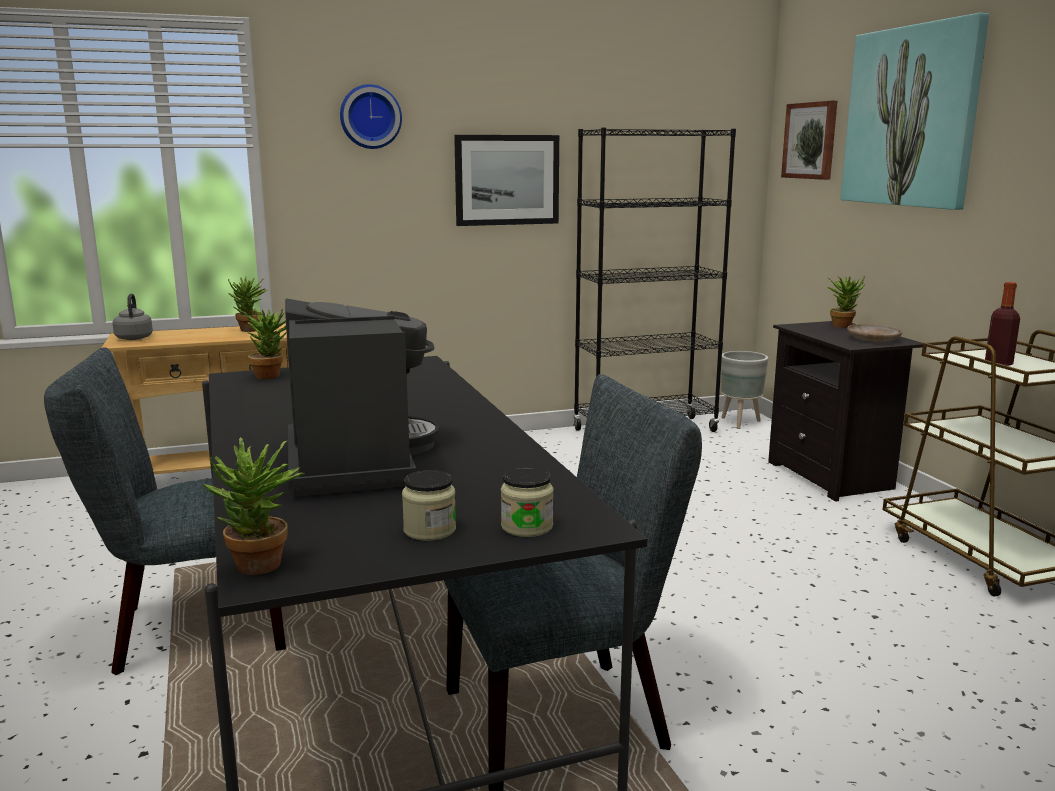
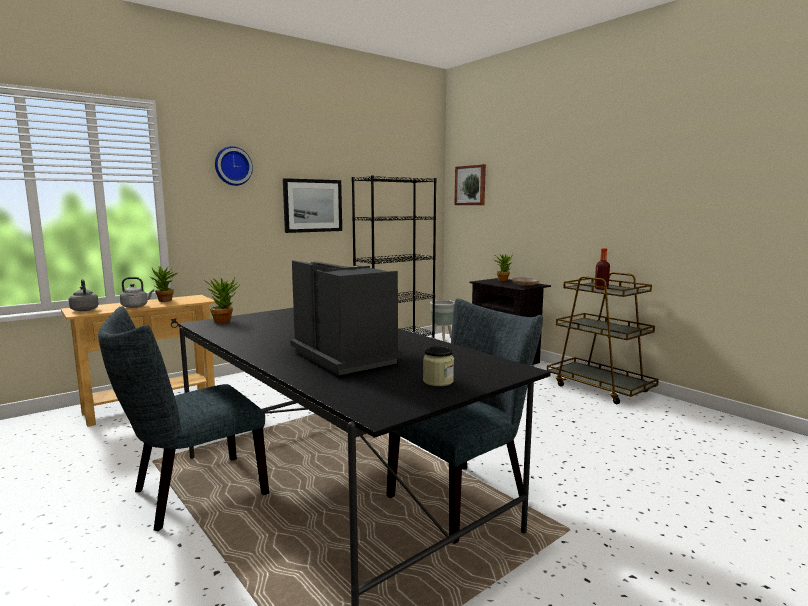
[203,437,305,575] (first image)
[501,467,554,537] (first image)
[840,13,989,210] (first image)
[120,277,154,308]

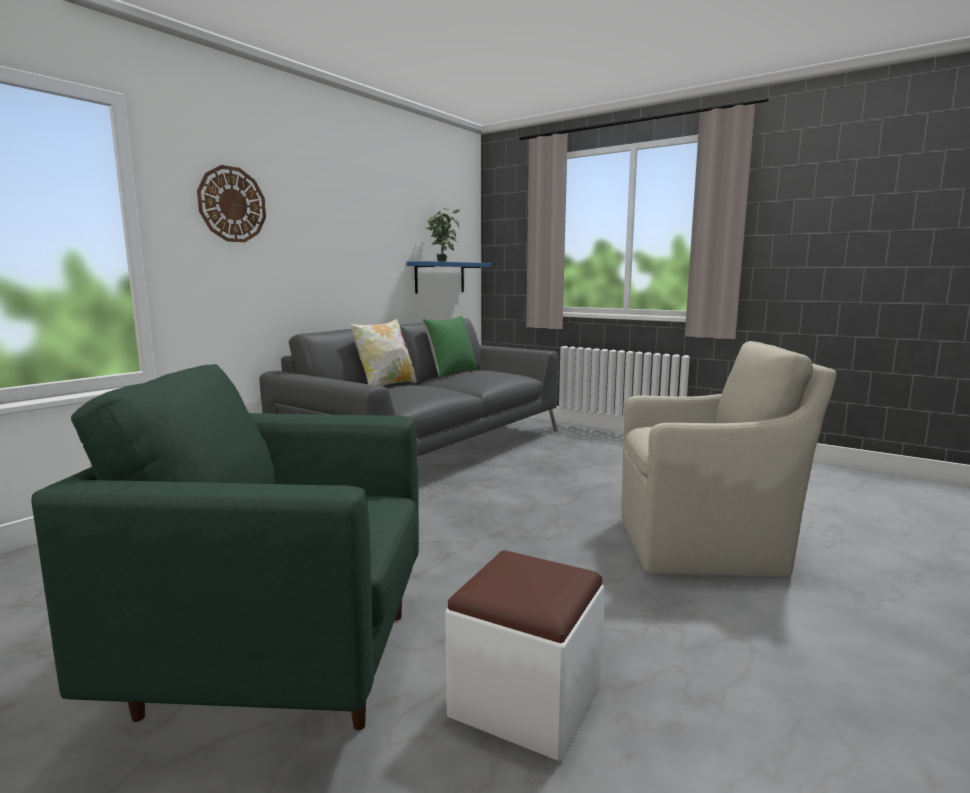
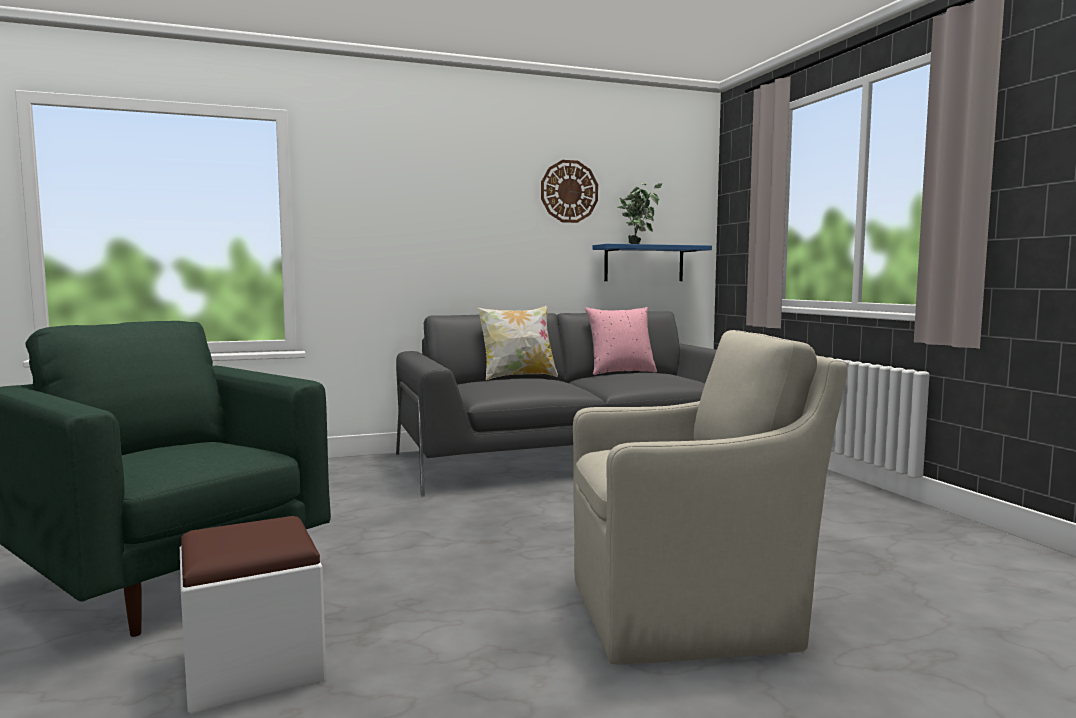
[541,160,598,223]
[585,307,657,375]
[573,330,847,665]

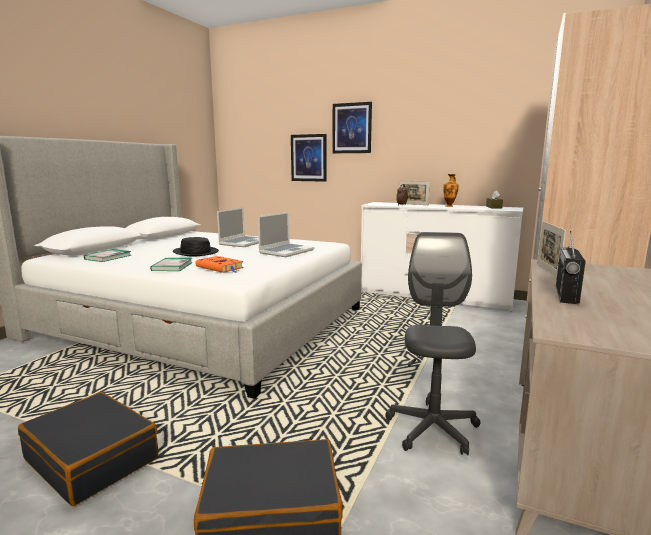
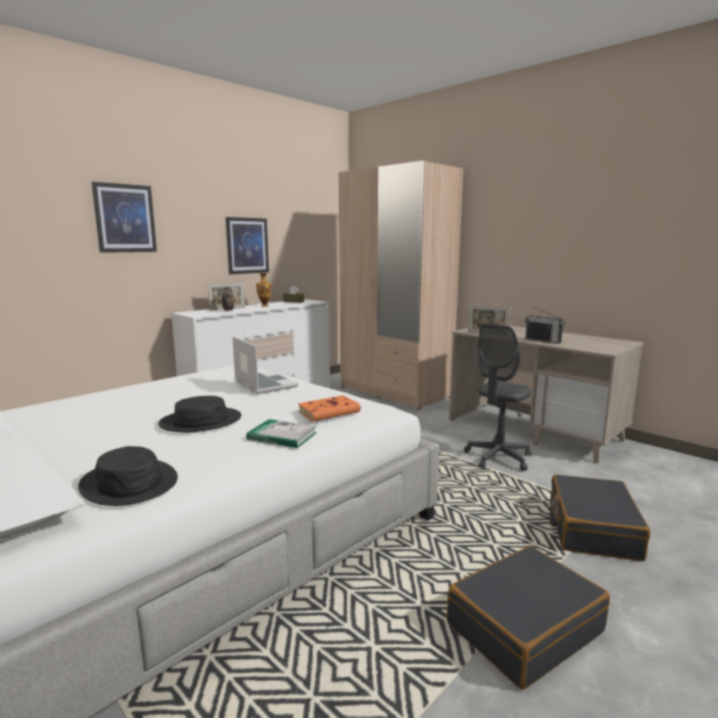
[217,207,259,247] (first image)
[226,217,269,274]
[78,446,178,506]
[464,323,532,471]

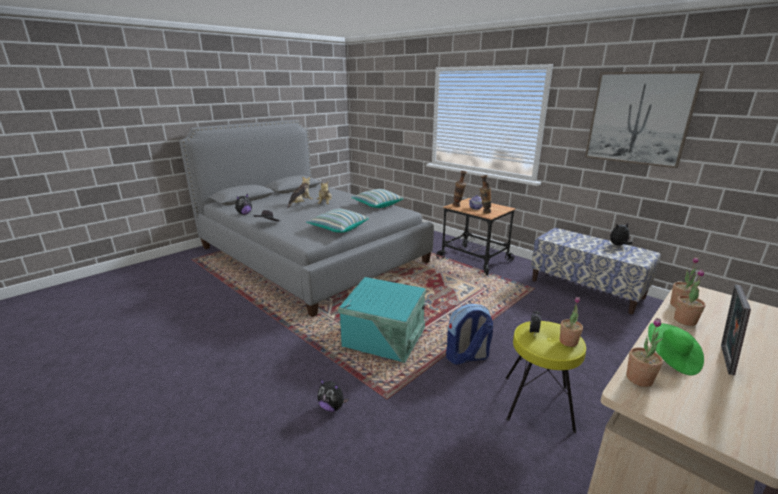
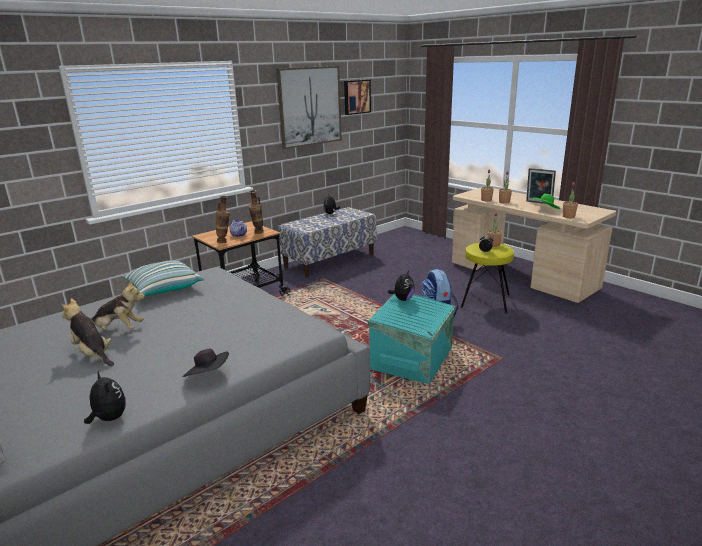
[307,209,369,233] (first image)
[344,80,371,115]
[388,270,415,301]

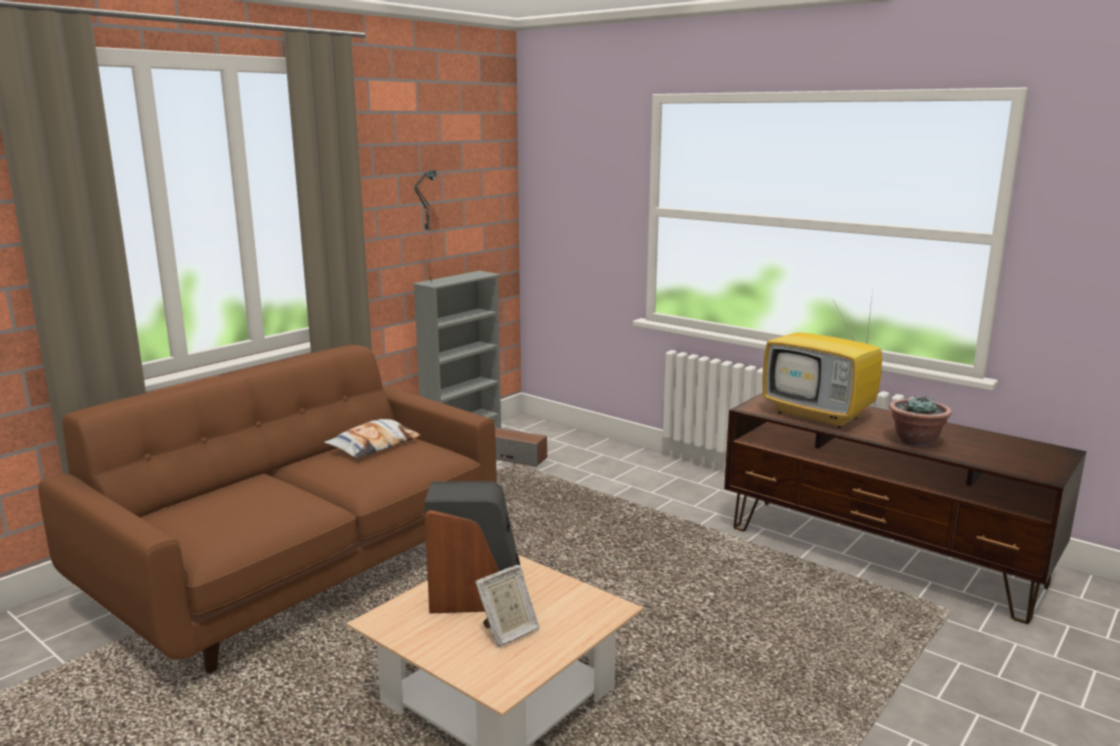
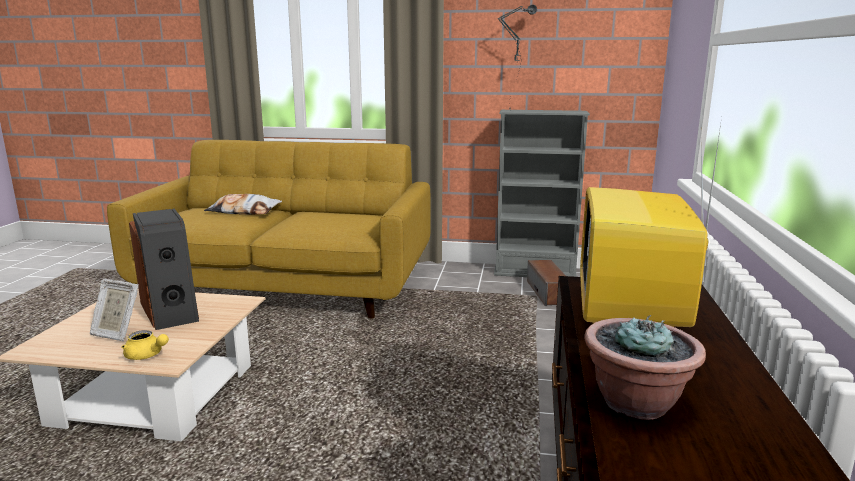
[121,330,169,360]
[204,194,282,215]
[107,140,431,319]

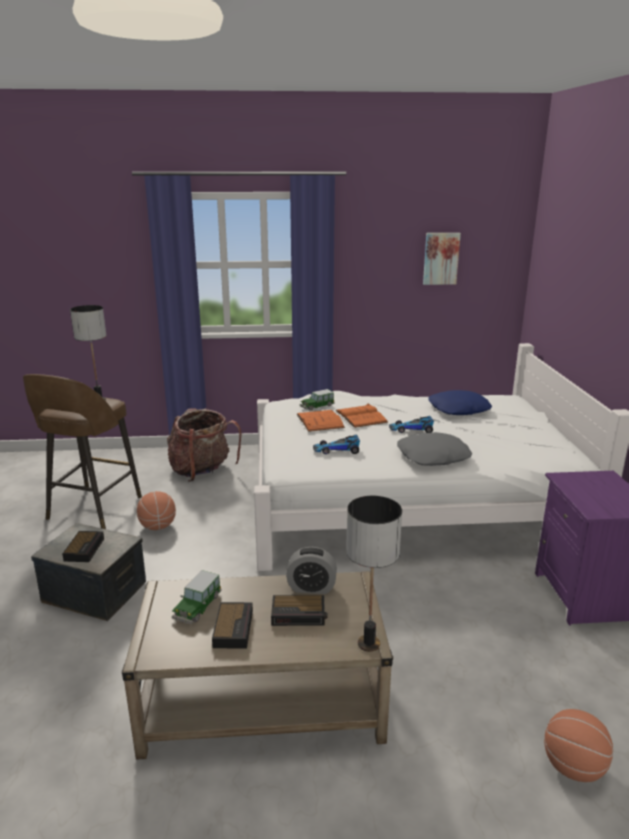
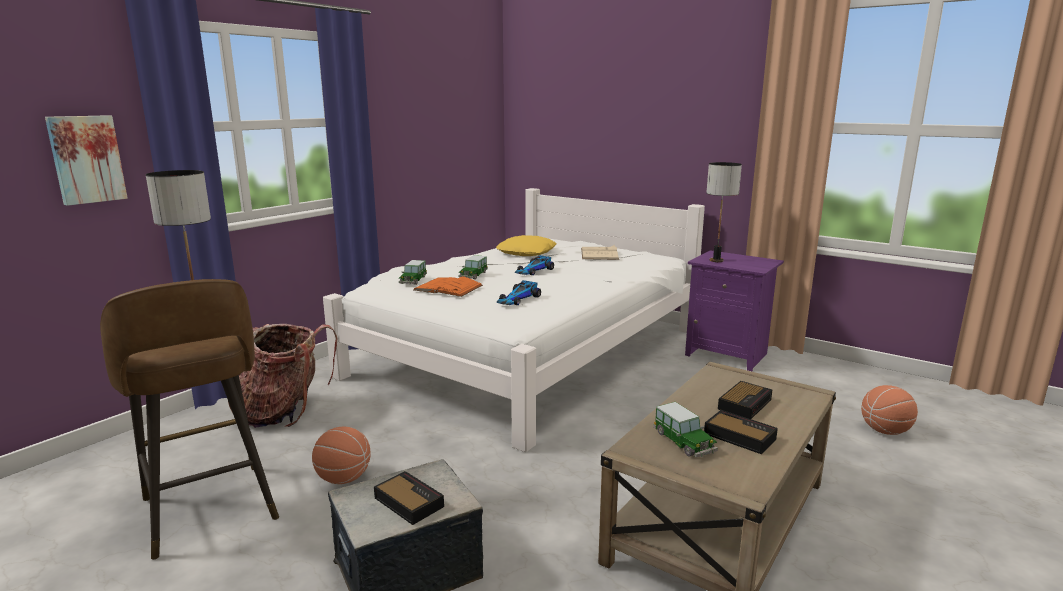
[286,547,337,594] (first image)
[397,432,472,466] (first image)
[581,245,619,260]
[706,162,742,262]
[45,115,128,206]
[458,255,488,279]
[496,235,556,256]

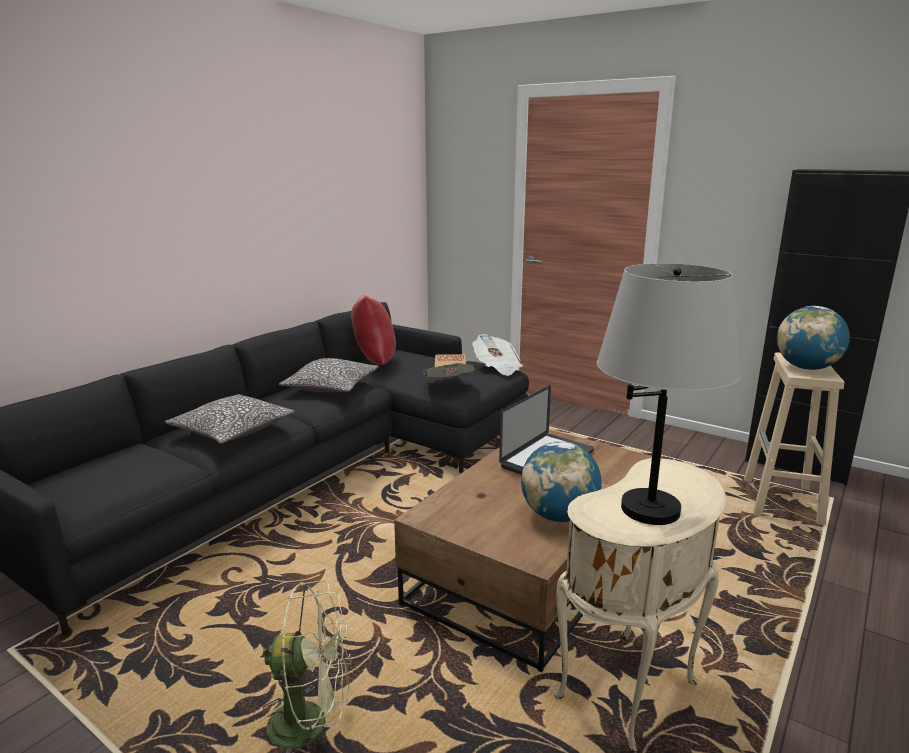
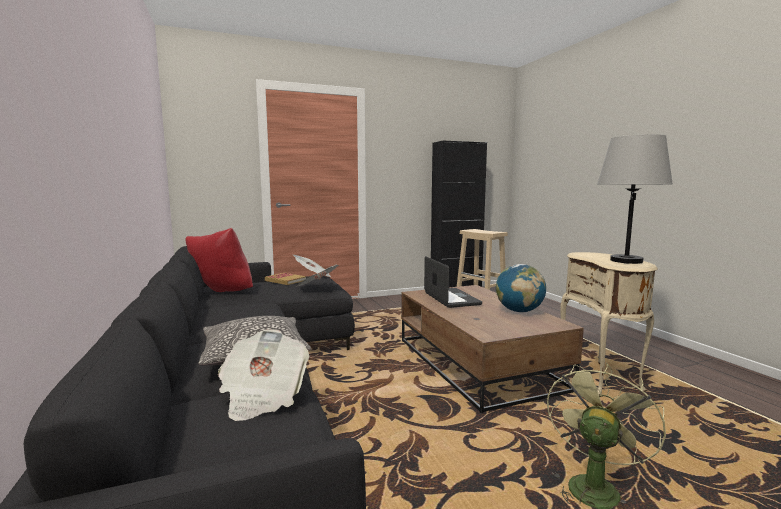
[279,358,379,393] (first image)
[777,306,850,370] (first image)
[218,329,310,421]

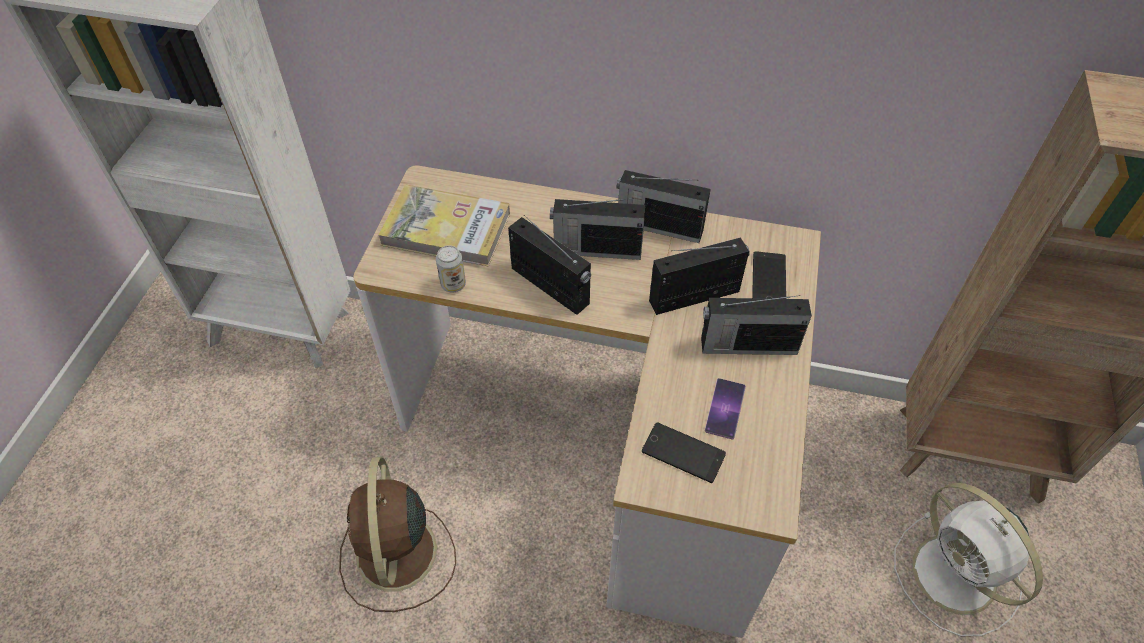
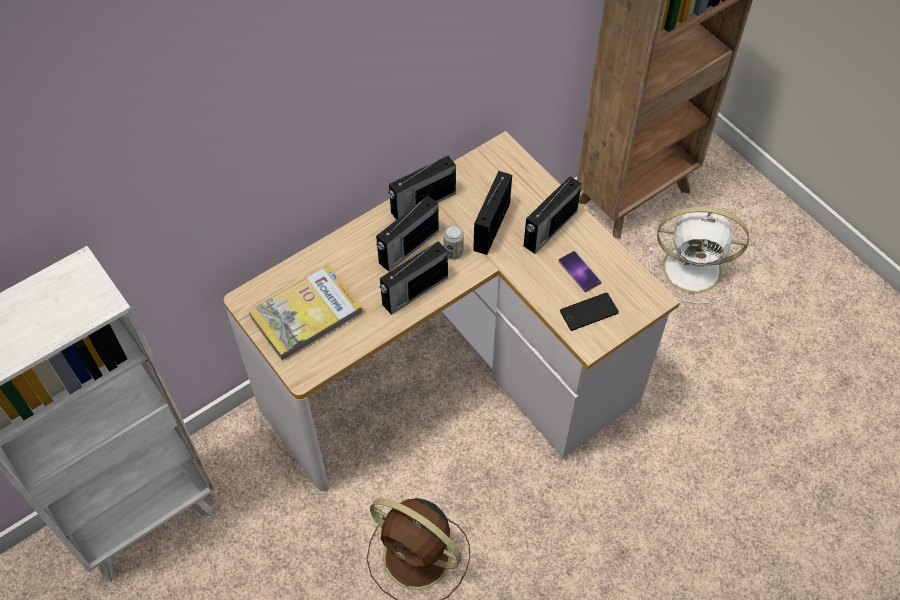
[752,251,786,299] (first image)
[444,225,464,260]
[379,241,448,315]

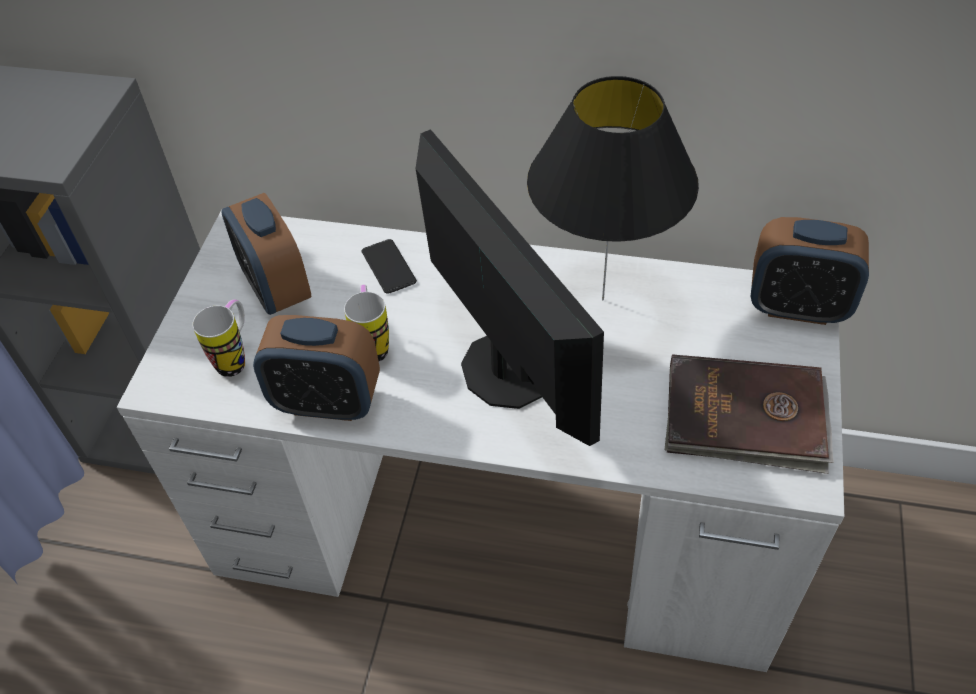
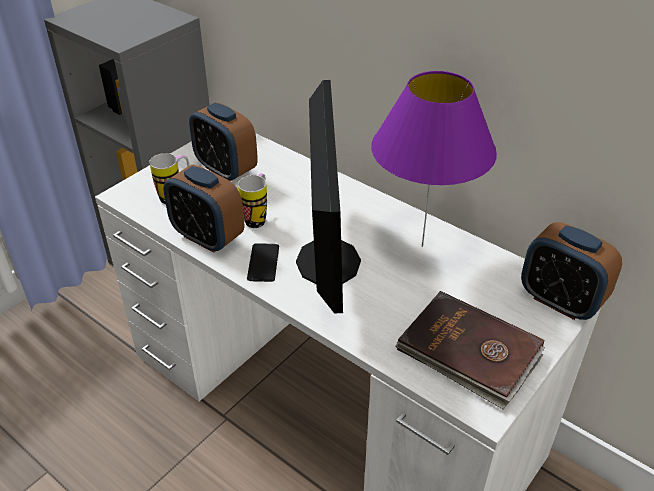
[247,243,279,282]
[371,71,497,247]
[189,102,258,181]

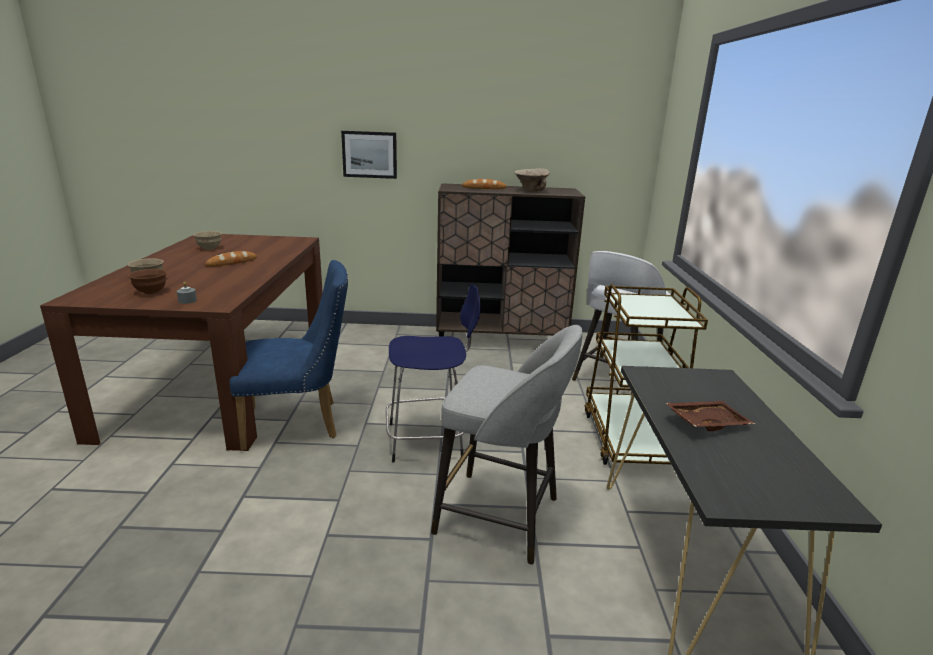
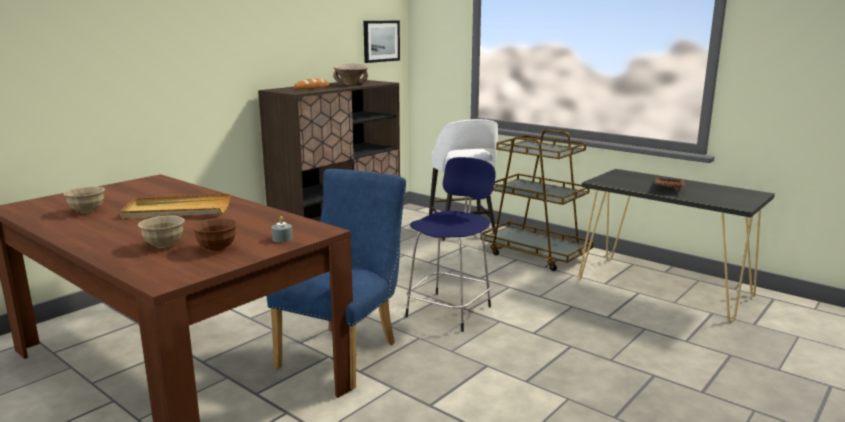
[431,325,582,565] (first image)
[363,20,400,63]
[120,194,230,219]

